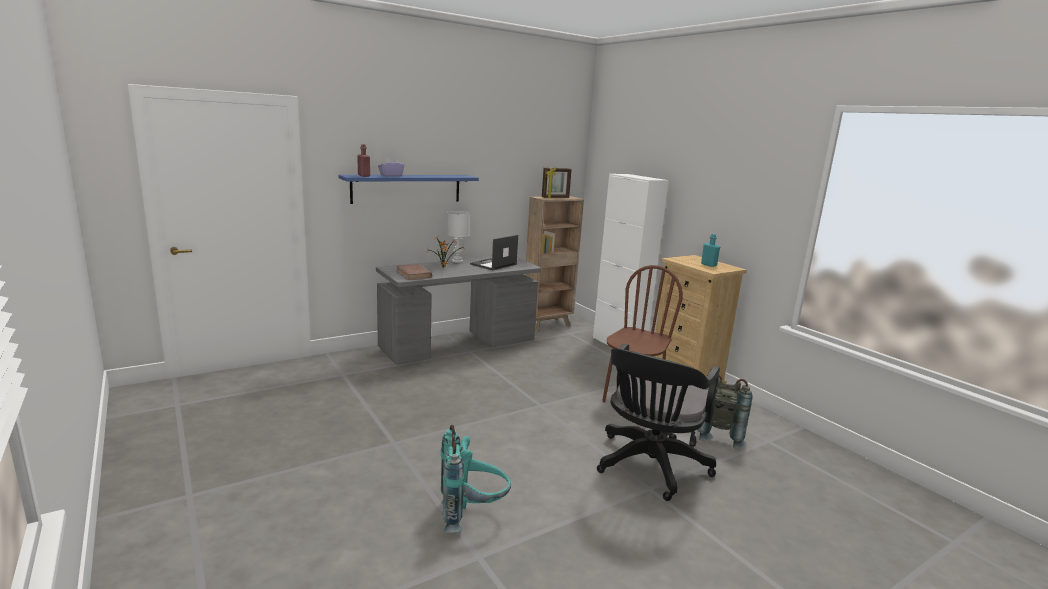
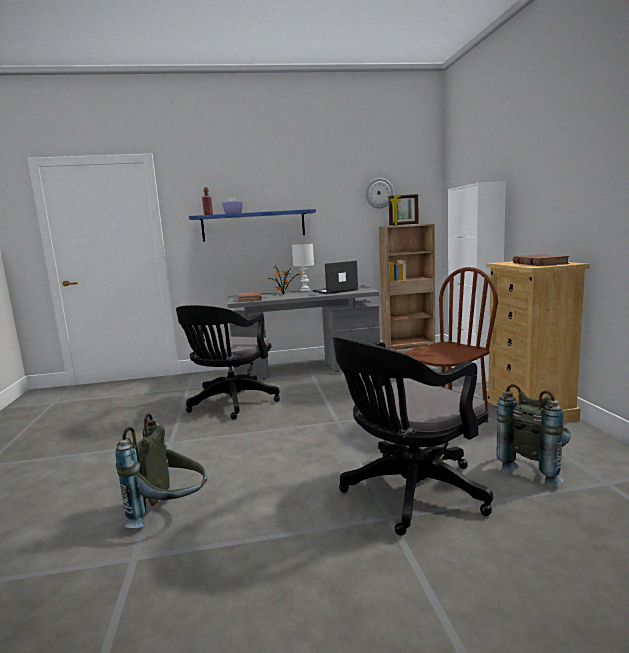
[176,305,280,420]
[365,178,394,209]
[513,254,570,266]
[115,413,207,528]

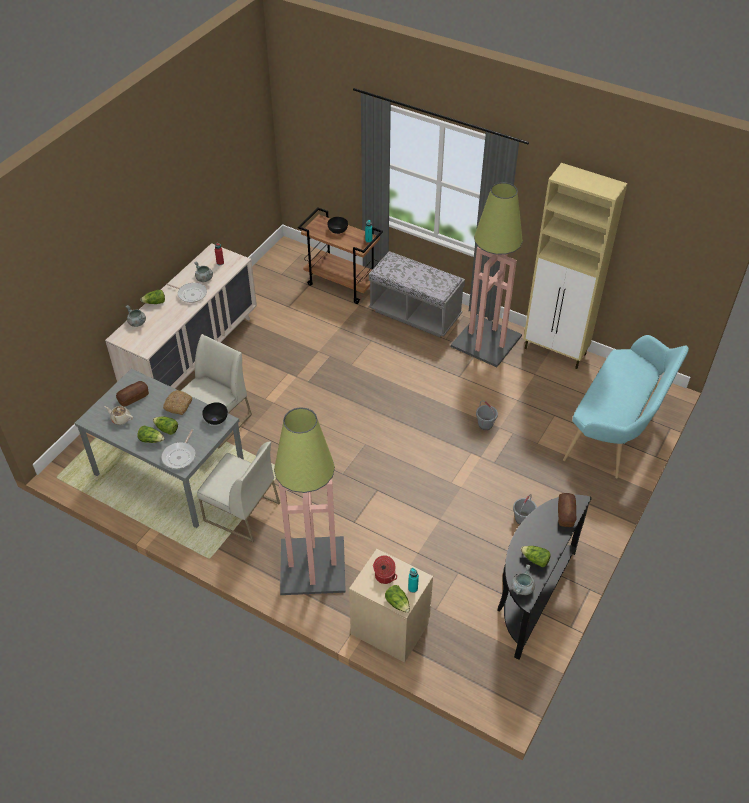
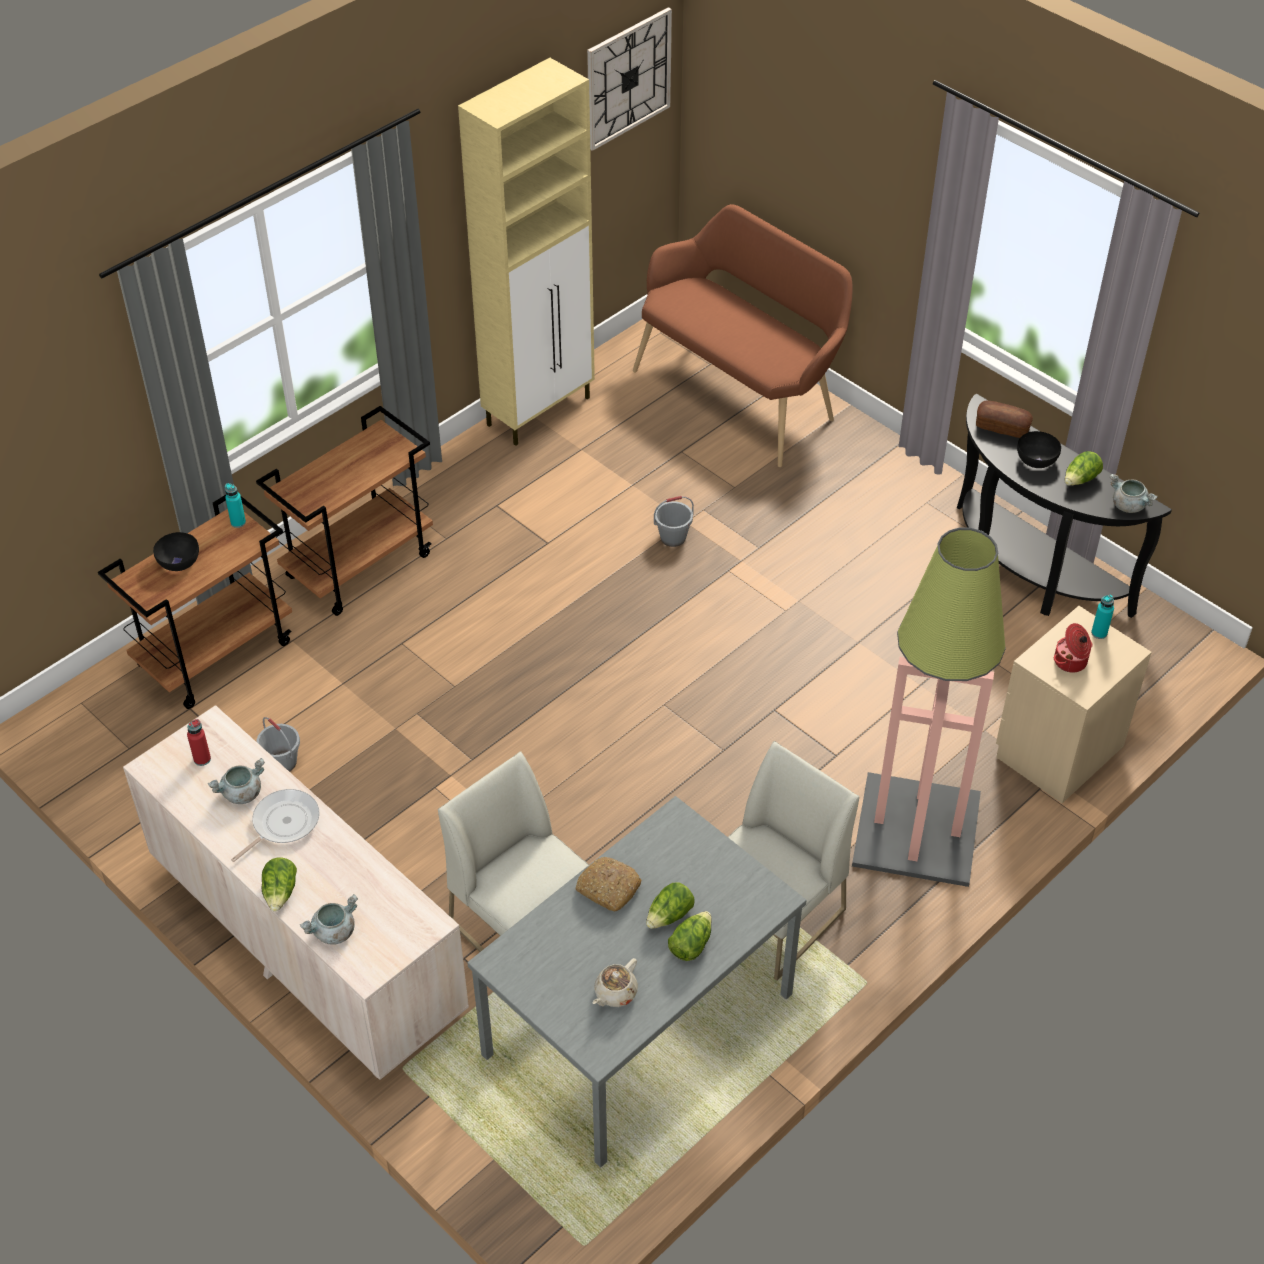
[116,381,149,407] (first image)
[161,429,196,469] (first image)
[385,585,410,613] (first image)
[451,182,523,367] (first image)
[587,7,672,151]
[1017,431,1061,468]
[256,717,300,772]
[256,406,433,616]
[633,204,853,467]

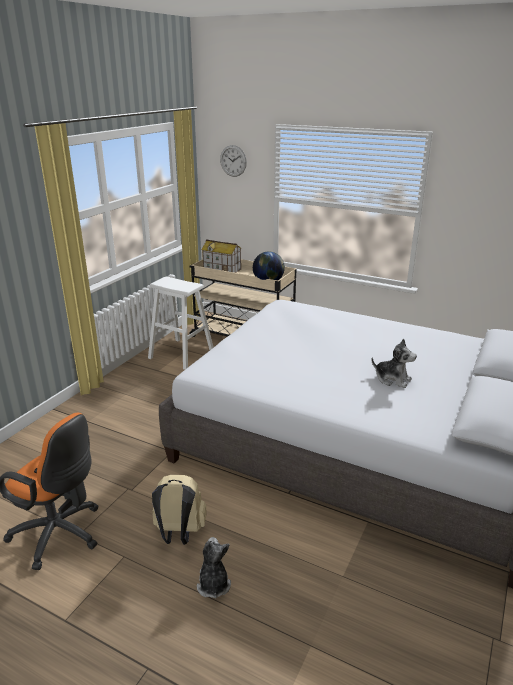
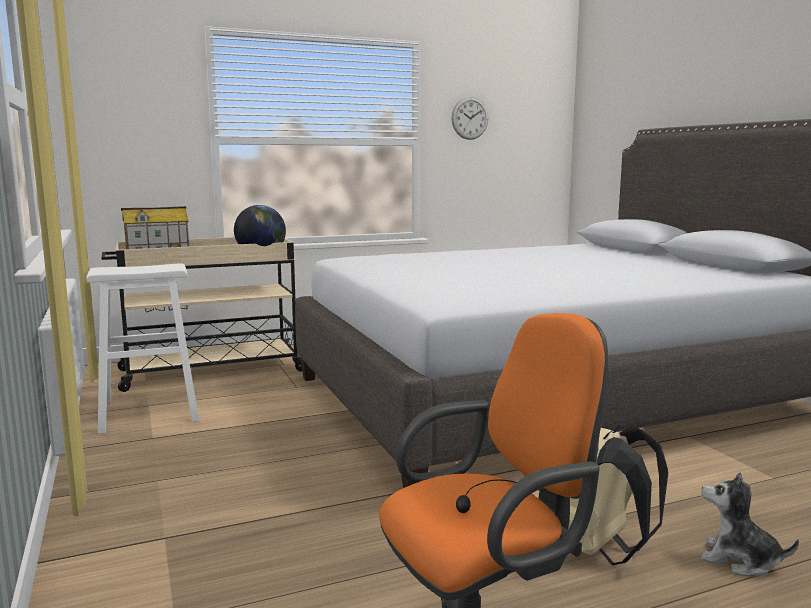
[372,339,417,388] (first image)
[452,97,488,140]

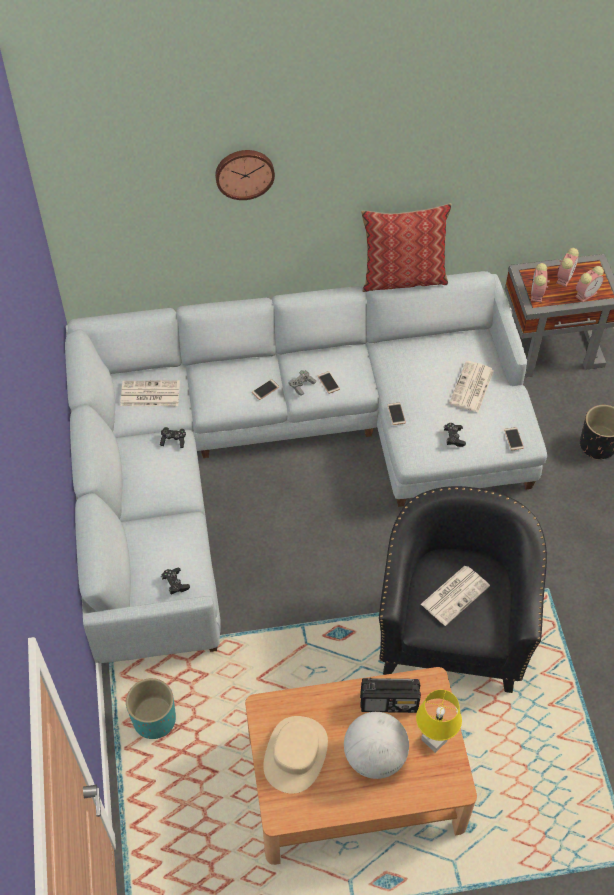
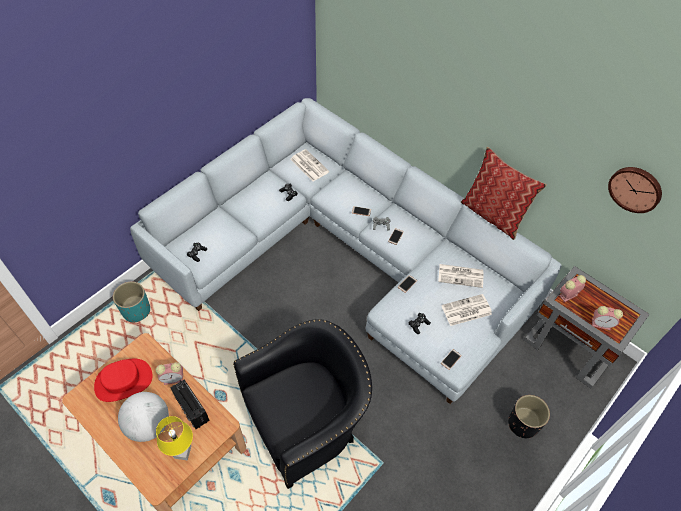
[608,167,662,213]
[438,264,483,288]
[156,362,183,385]
[94,358,153,402]

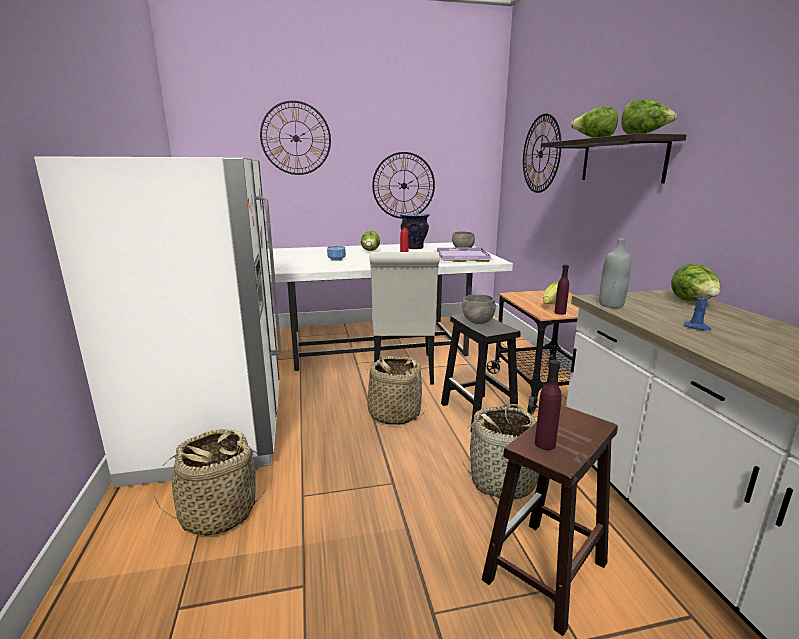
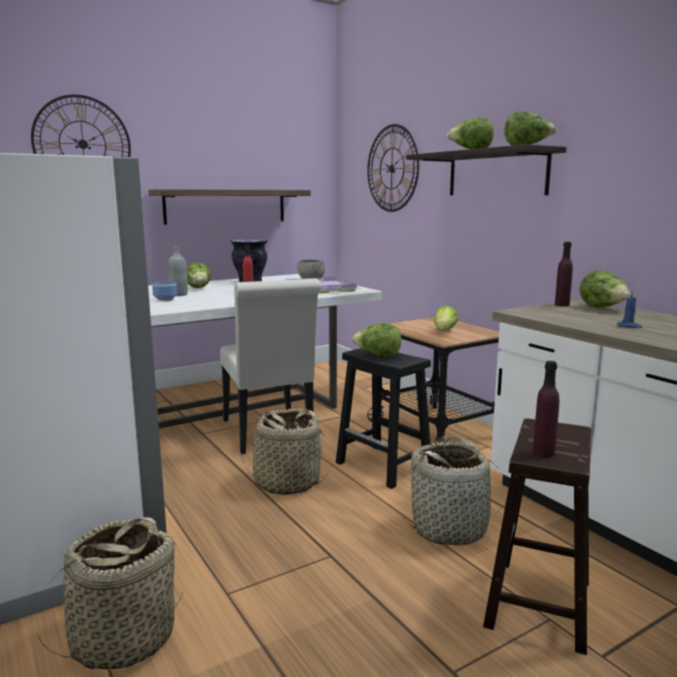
[555,242,573,307]
[168,247,188,296]
[149,189,311,225]
[352,323,401,356]

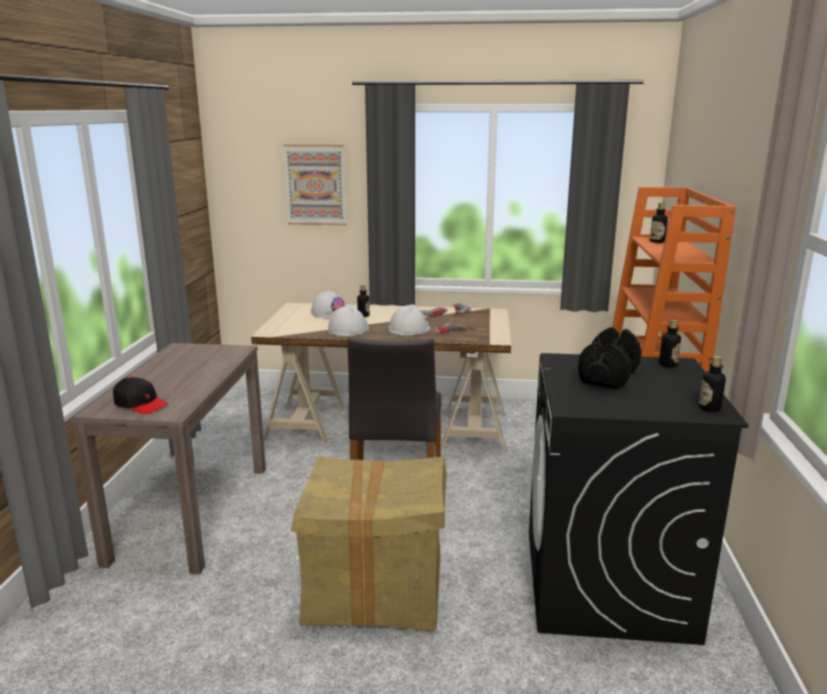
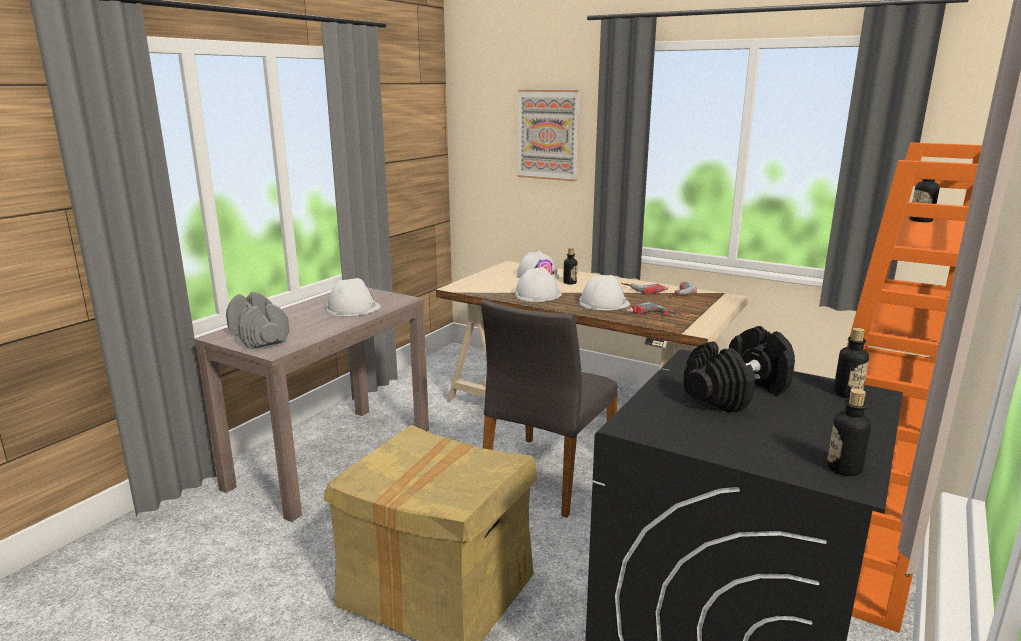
[326,278,381,316]
[226,292,289,349]

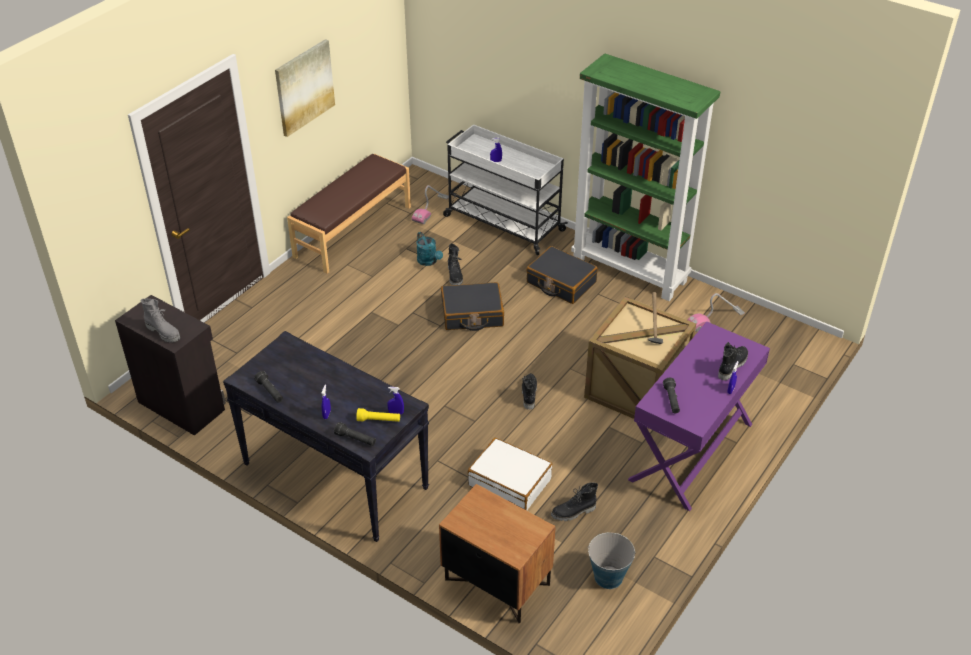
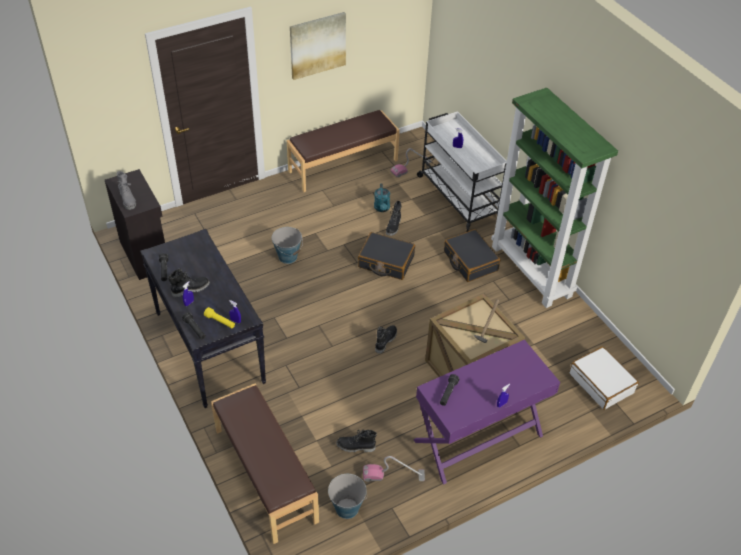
[272,227,303,264]
[569,346,639,410]
[363,456,425,482]
[168,268,210,298]
[211,383,319,544]

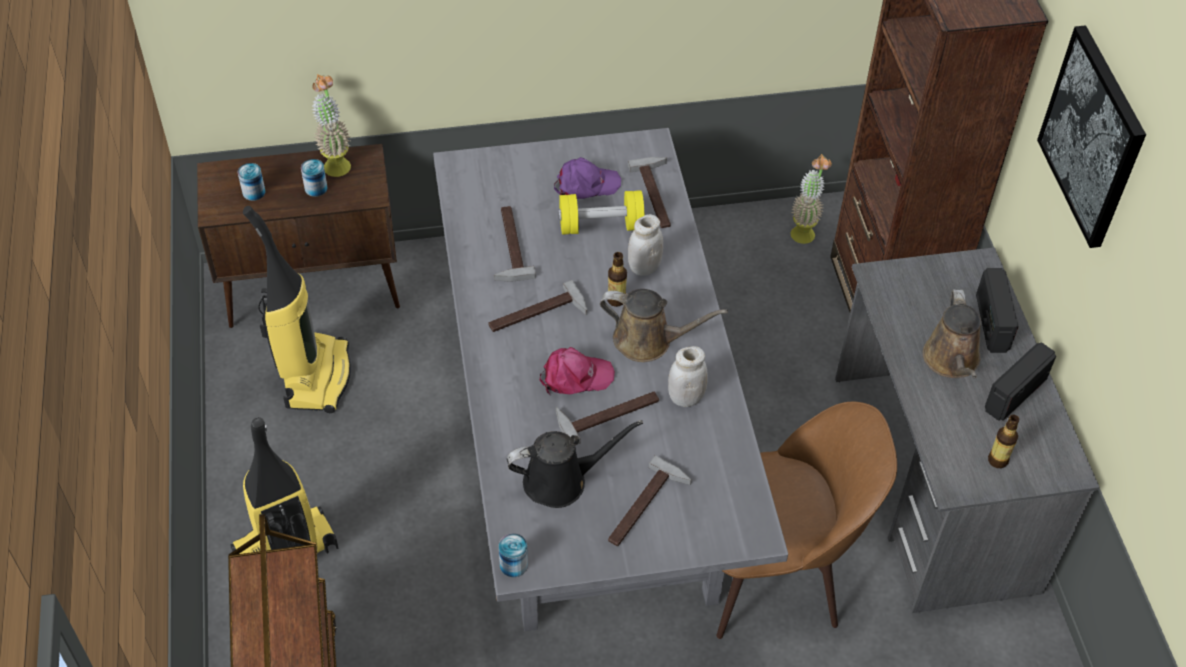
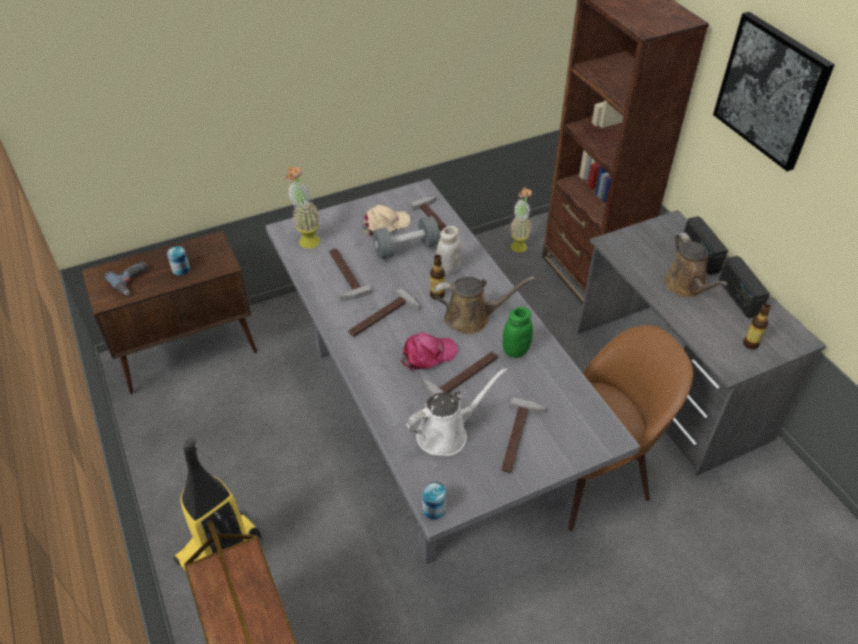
[243,206,351,413] (first image)
[286,167,320,249]
[105,261,148,296]
[406,368,507,456]
[363,205,411,237]
[373,216,440,259]
[503,307,533,358]
[719,256,770,319]

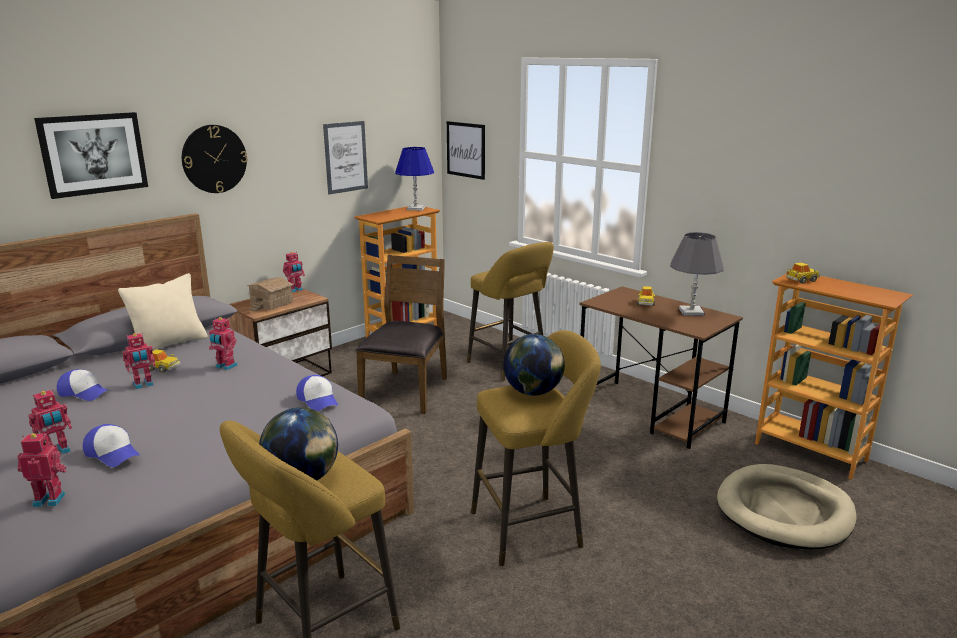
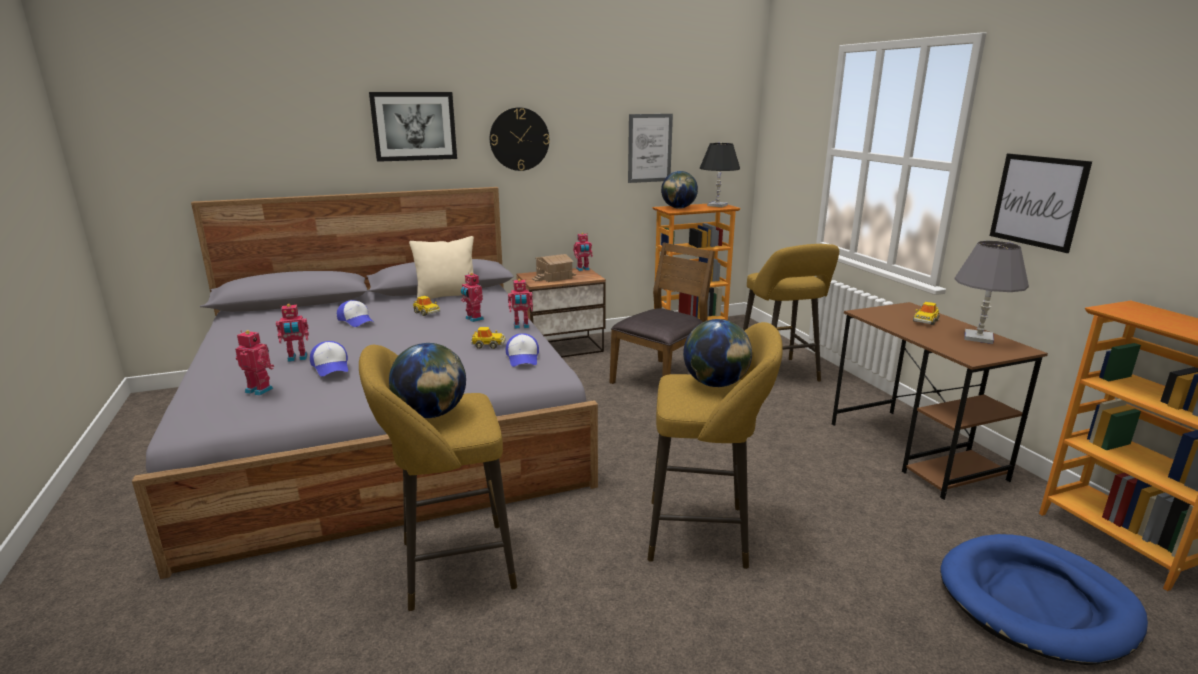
[661,171,698,209]
[508,279,533,329]
[990,153,1092,253]
[471,327,506,349]
[700,143,740,207]
[940,534,1148,665]

